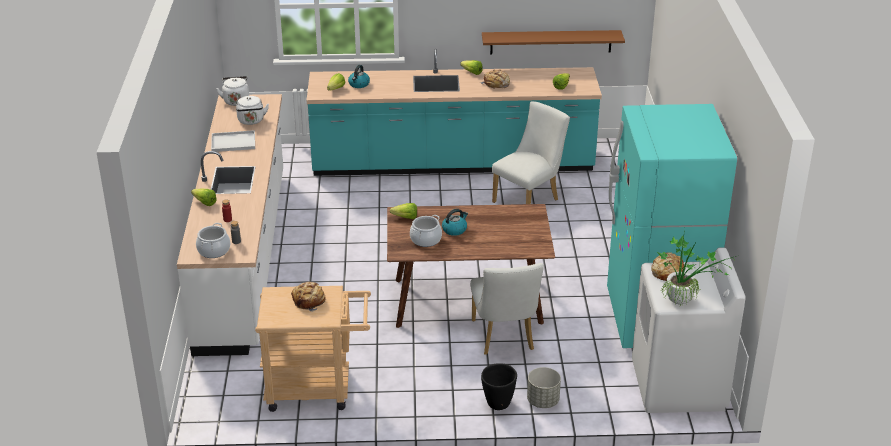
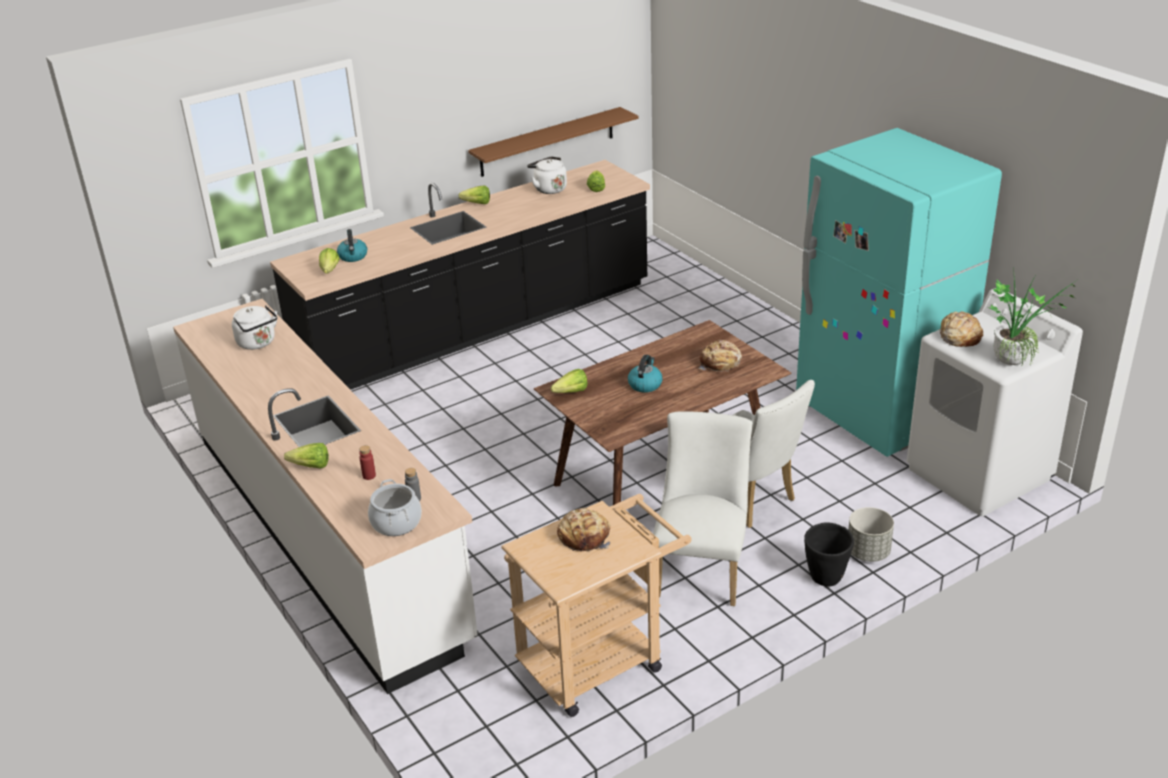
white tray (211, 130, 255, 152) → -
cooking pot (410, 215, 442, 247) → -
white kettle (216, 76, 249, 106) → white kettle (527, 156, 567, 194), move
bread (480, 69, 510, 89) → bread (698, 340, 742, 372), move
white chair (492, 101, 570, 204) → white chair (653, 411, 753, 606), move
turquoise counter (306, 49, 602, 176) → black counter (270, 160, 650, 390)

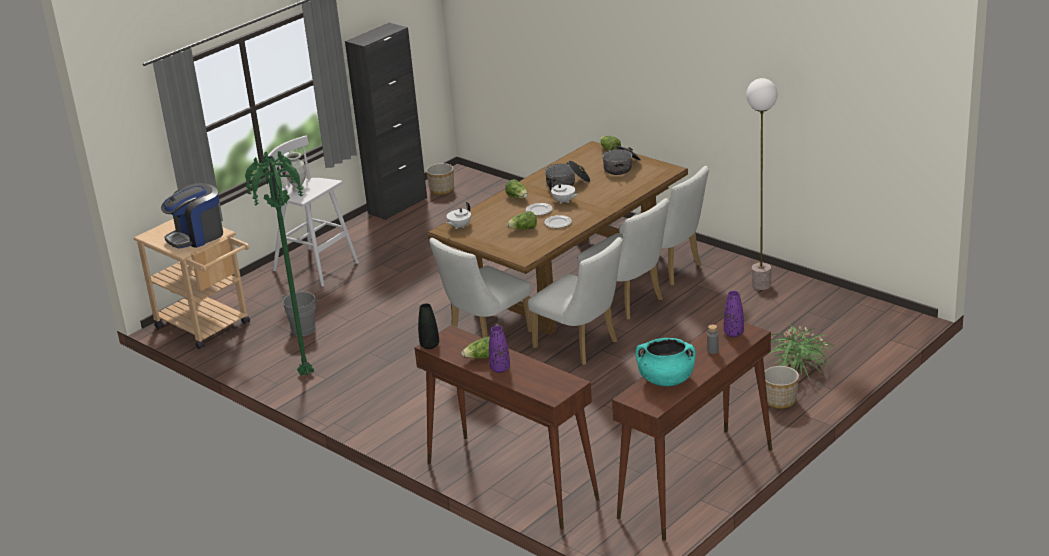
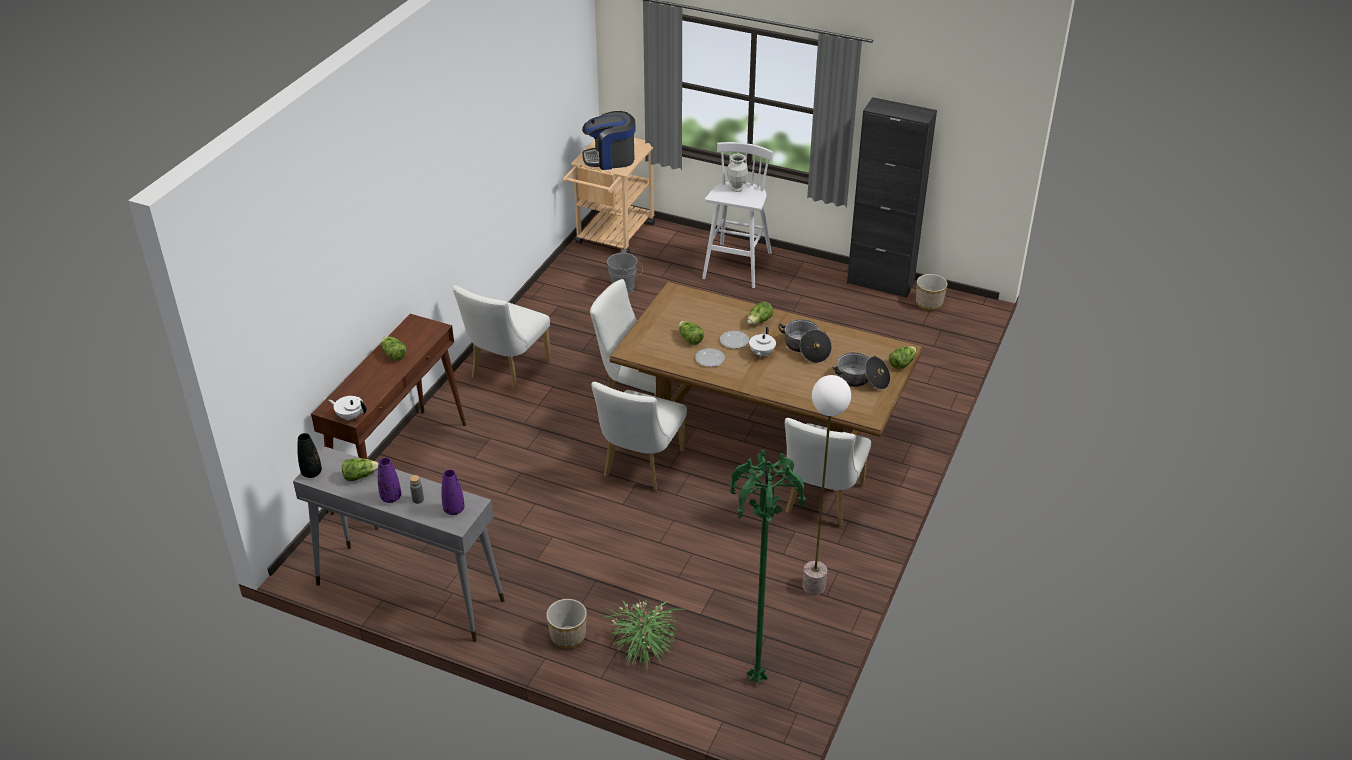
green floor lamp (245, 151, 314, 376) → green floor lamp (729, 450, 806, 685), move
black vase (418, 303, 439, 349) → black vase (297, 433, 322, 478), move
white teapot (446, 202, 471, 229) → white teapot (329, 396, 367, 421), move
purple vase (489, 326, 510, 373) → purple vase (378, 458, 401, 503), move
white chair (577, 198, 669, 320) → white chair (452, 285, 551, 392), move
turquoise cooking pot (635, 338, 696, 387) → lettuce (342, 458, 379, 481)
brown console table (612, 318, 772, 541) → grey console table (293, 447, 505, 642)
coffee machine (161, 183, 223, 249) → coffee machine (582, 111, 636, 170), 45 degrees counterclockwise

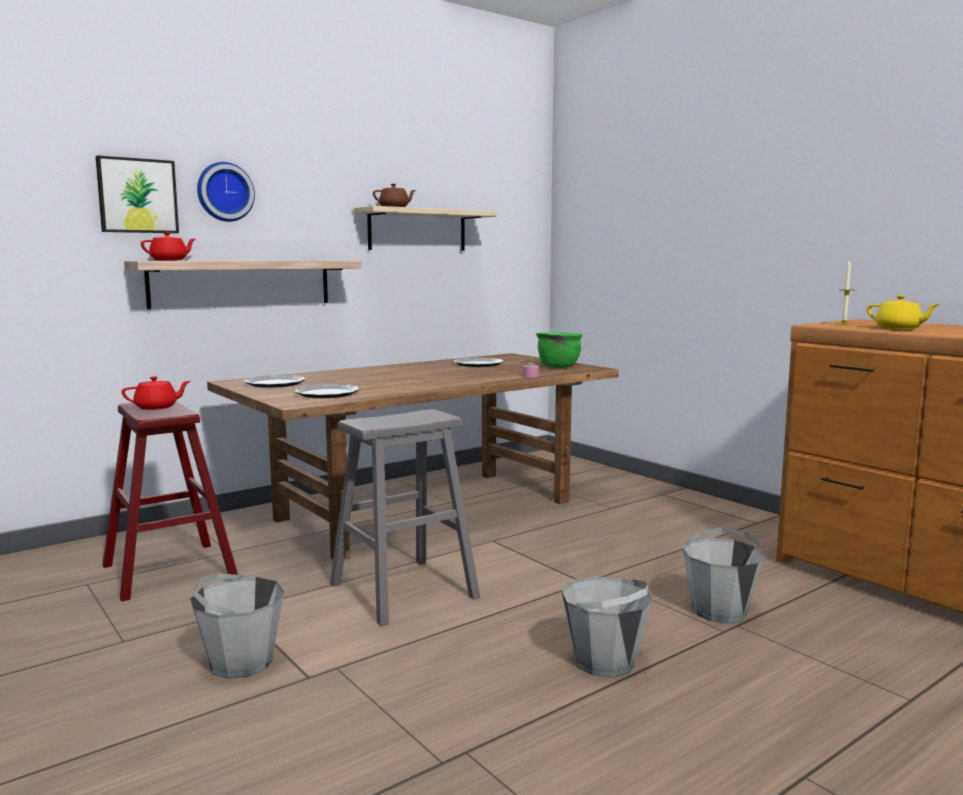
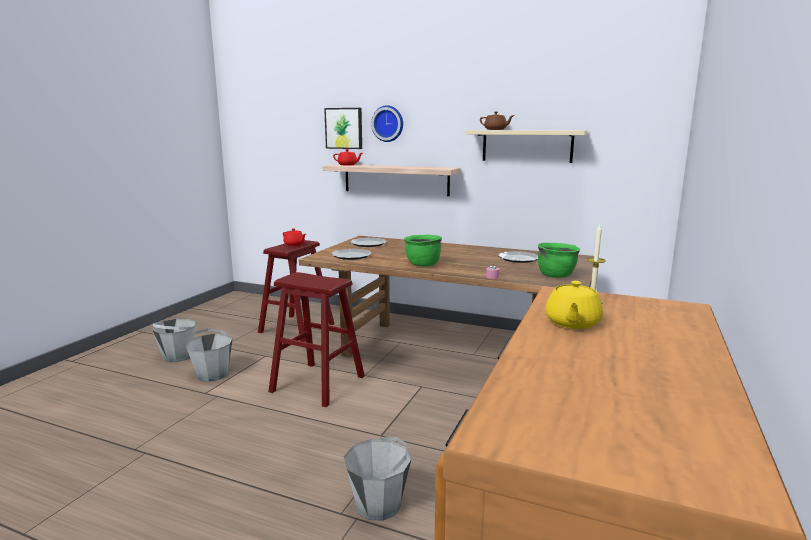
- → green cooking pot (404, 235, 442, 266)
grey bucket (561, 576, 652, 678) → grey bucket (152, 319, 195, 362), move
grey stool (330, 409, 480, 626) → red stool (268, 272, 365, 407)

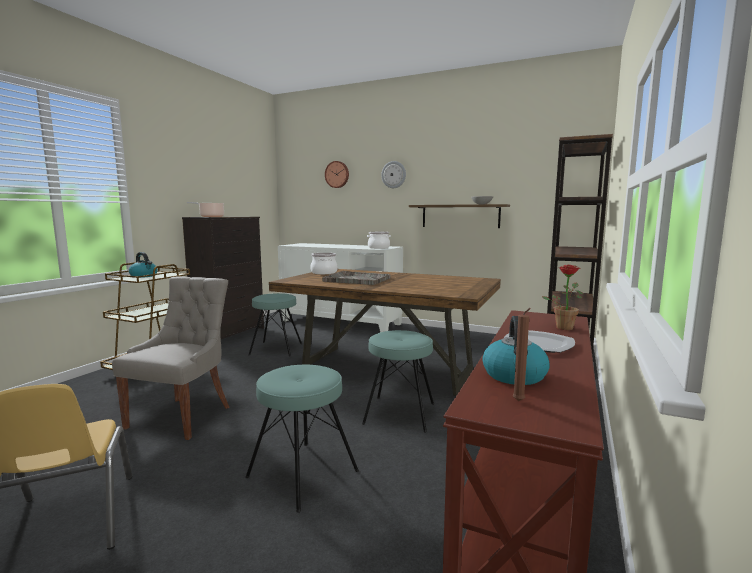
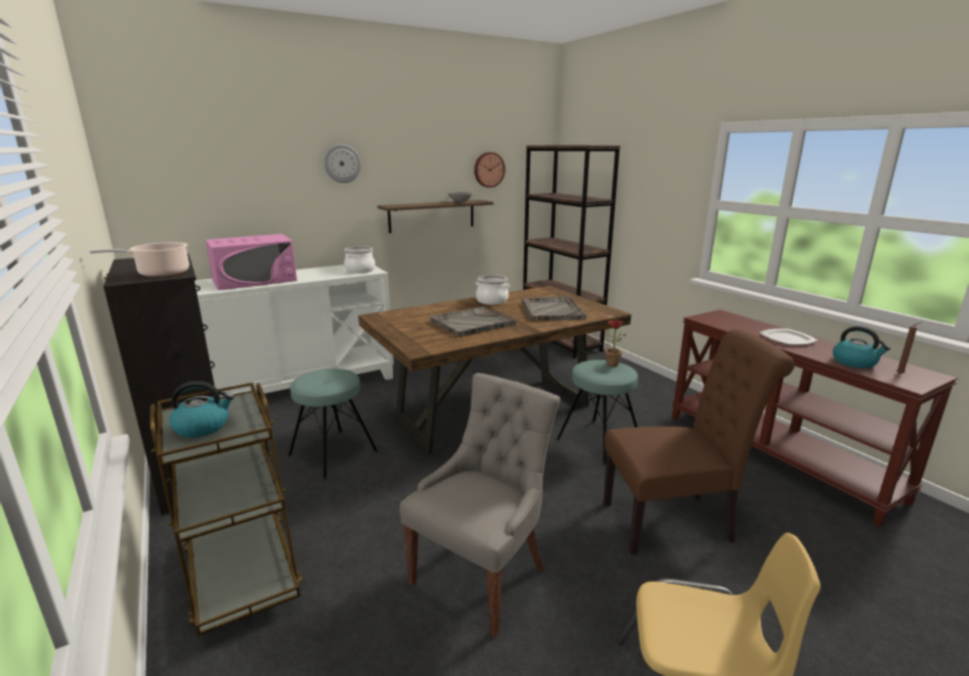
- → pink microwave (206, 234, 297, 290)
- → grey tray (521, 296, 587, 321)
cooking pot (310, 253, 338, 274) → cooking pot (475, 275, 509, 305), move
wall clock (325, 161, 349, 188) → wall clock (474, 152, 505, 188), move
potted plant (542, 265, 583, 330) → potted plant (605, 320, 626, 367), move
turquoise stool (245, 365, 359, 513) → brown chair (603, 329, 795, 555)
grey chair (112, 276, 230, 440) → grey chair (400, 373, 561, 637), 75 degrees clockwise

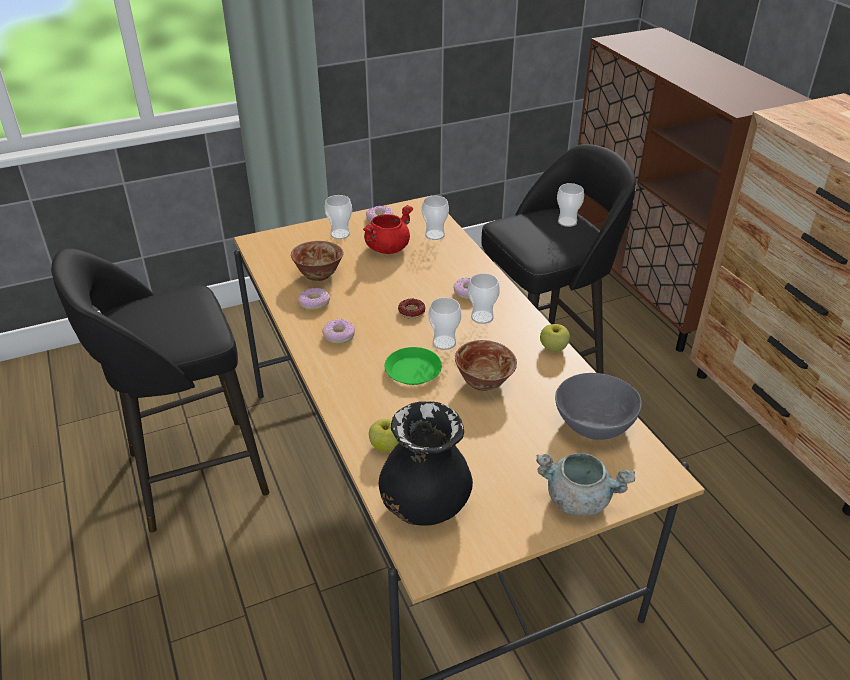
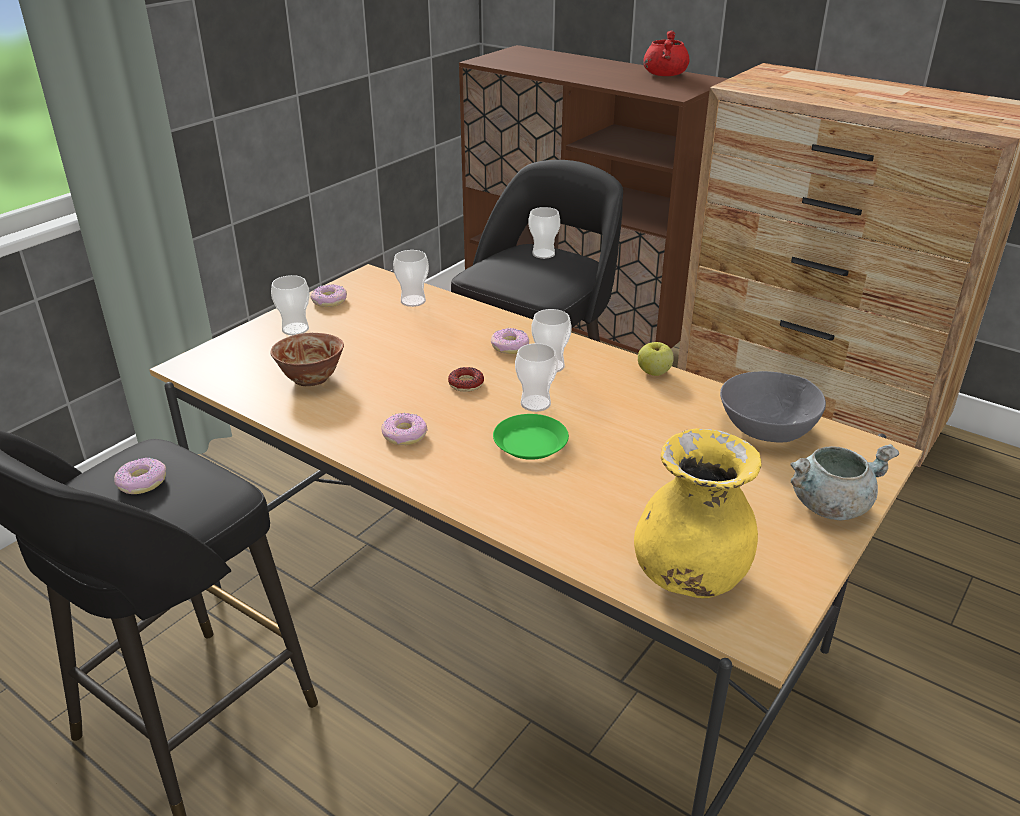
apple (369, 419, 399, 452) → -
bowl (455, 340, 517, 391) → -
donut (298, 288, 330, 310) → donut (114, 457, 166, 494), move
red cooking pot (363, 205, 413, 254) → red cooking pot (643, 30, 689, 76), move
black vase (379, 401, 473, 526) → yellow vase (634, 428, 761, 598)

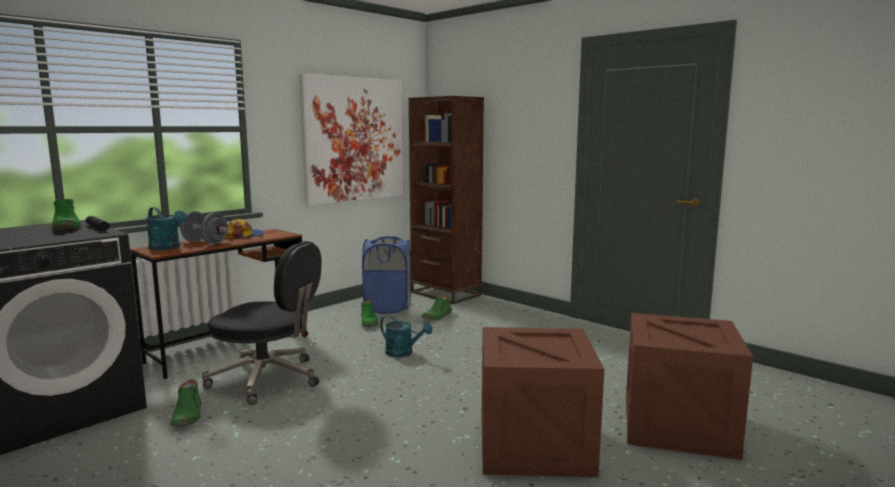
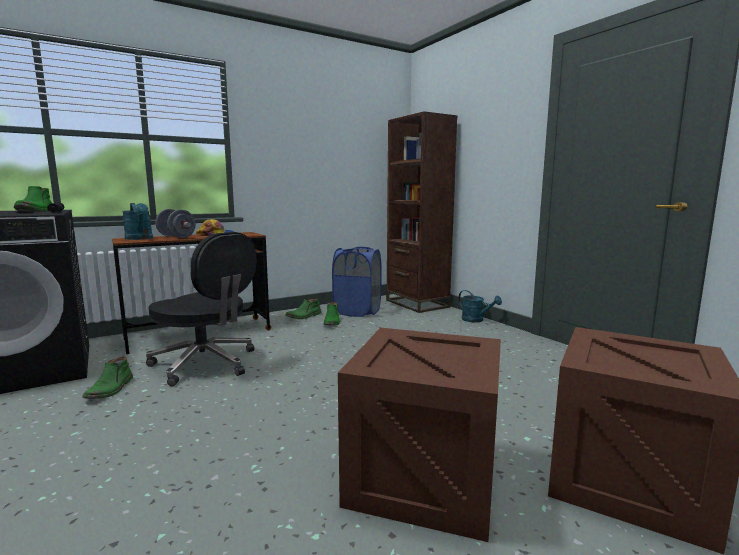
picture (299, 73, 403, 205) → -
turquoise watering can (380, 315, 433, 357) → turquoise watering can (458, 290, 502, 322), move
green boot (421, 295, 452, 320) → green boot (285, 298, 322, 319), move

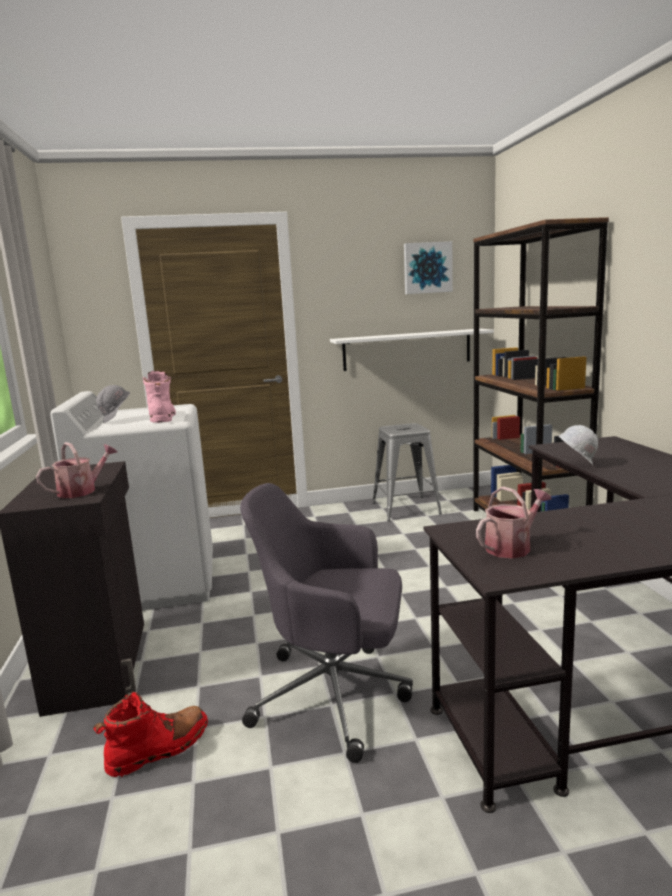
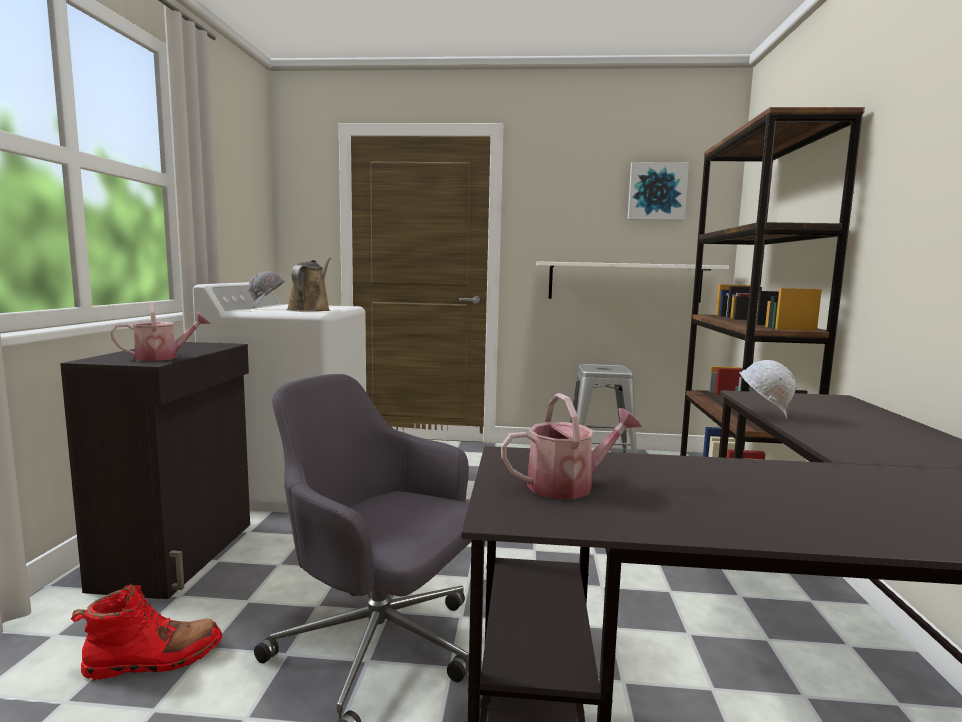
pink boot (142, 371, 176, 423) → brown watering can (286, 257, 331, 312)

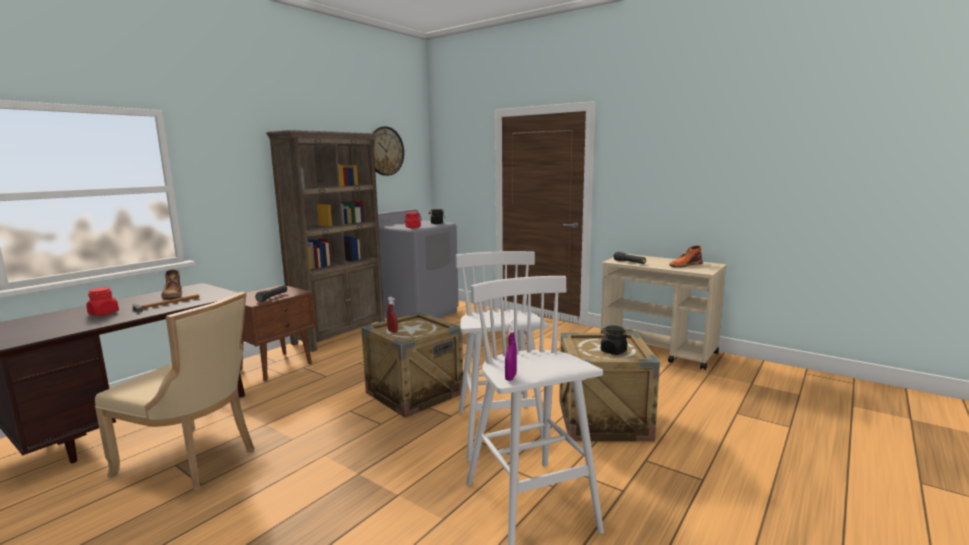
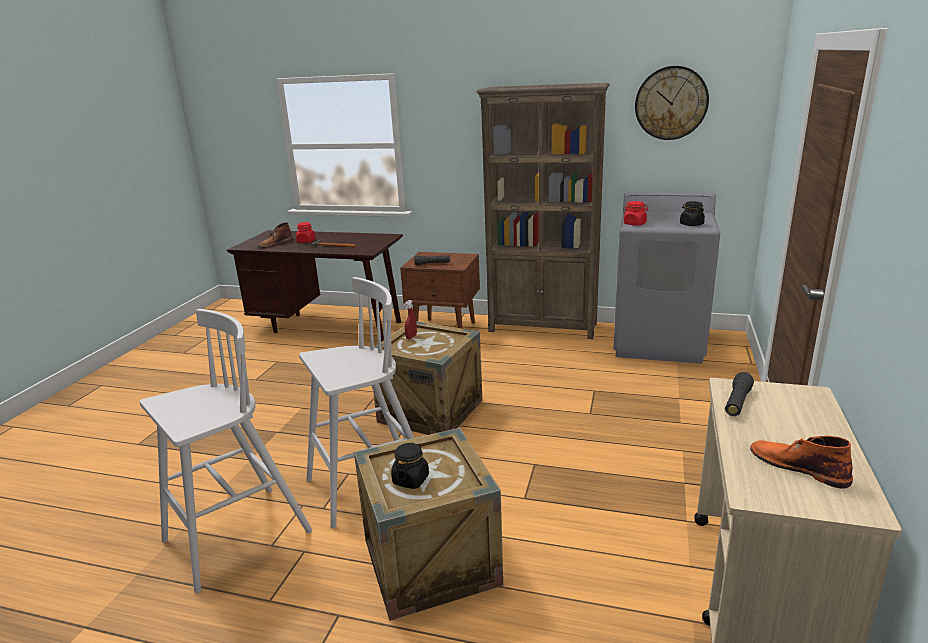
beige chair (95, 292, 254, 491) → -
purple spray bottle (505, 320, 517, 381) → -
brown boot (161, 270, 182, 300) → brown boot (258, 222, 293, 248), move

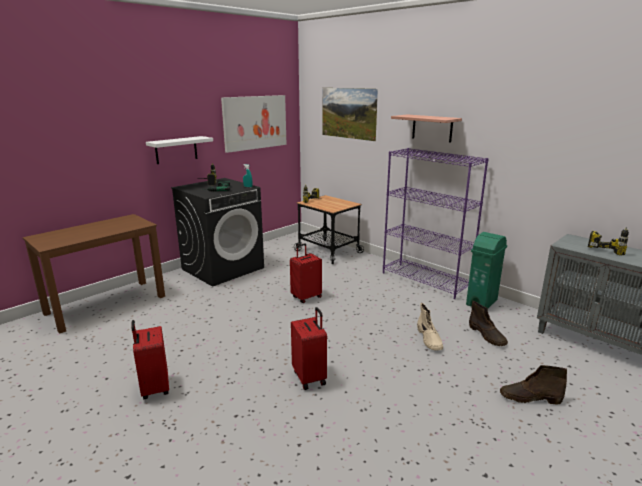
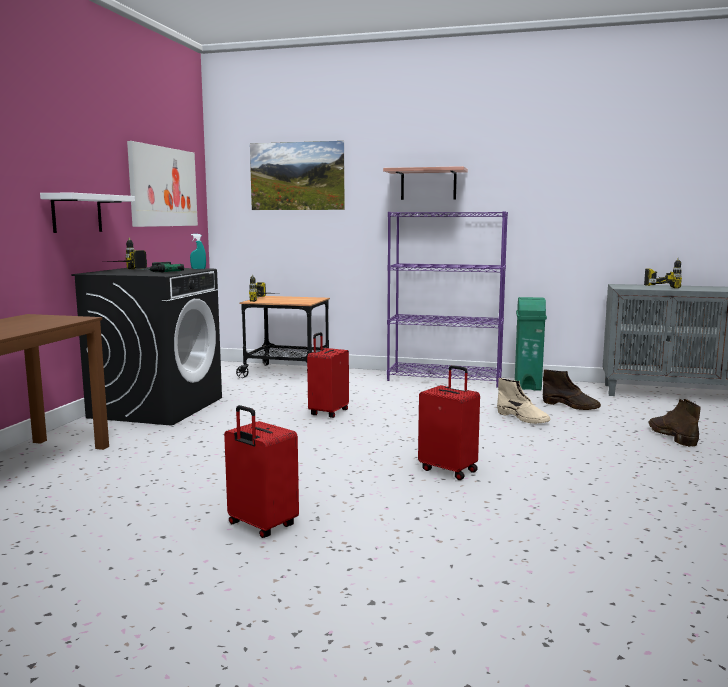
brown boot (500, 365, 567, 404) → brown boot (649, 399, 701, 447), 105 degrees clockwise

